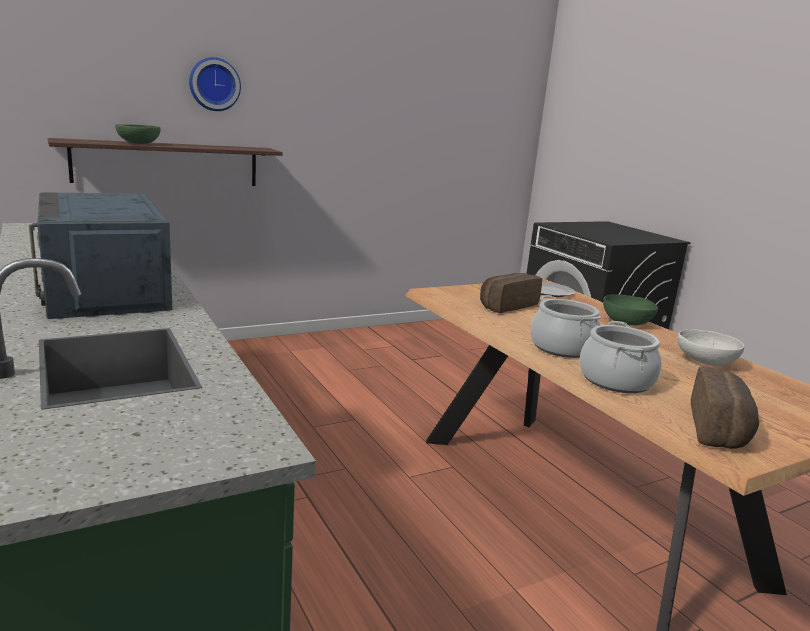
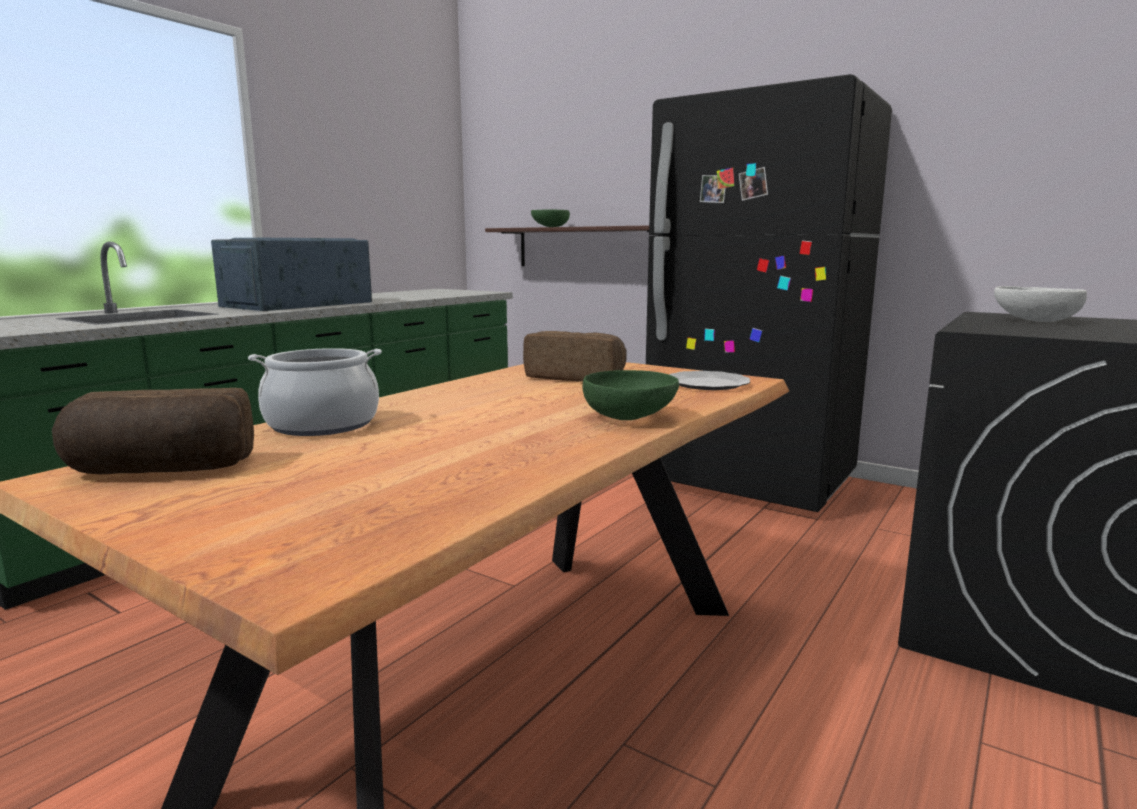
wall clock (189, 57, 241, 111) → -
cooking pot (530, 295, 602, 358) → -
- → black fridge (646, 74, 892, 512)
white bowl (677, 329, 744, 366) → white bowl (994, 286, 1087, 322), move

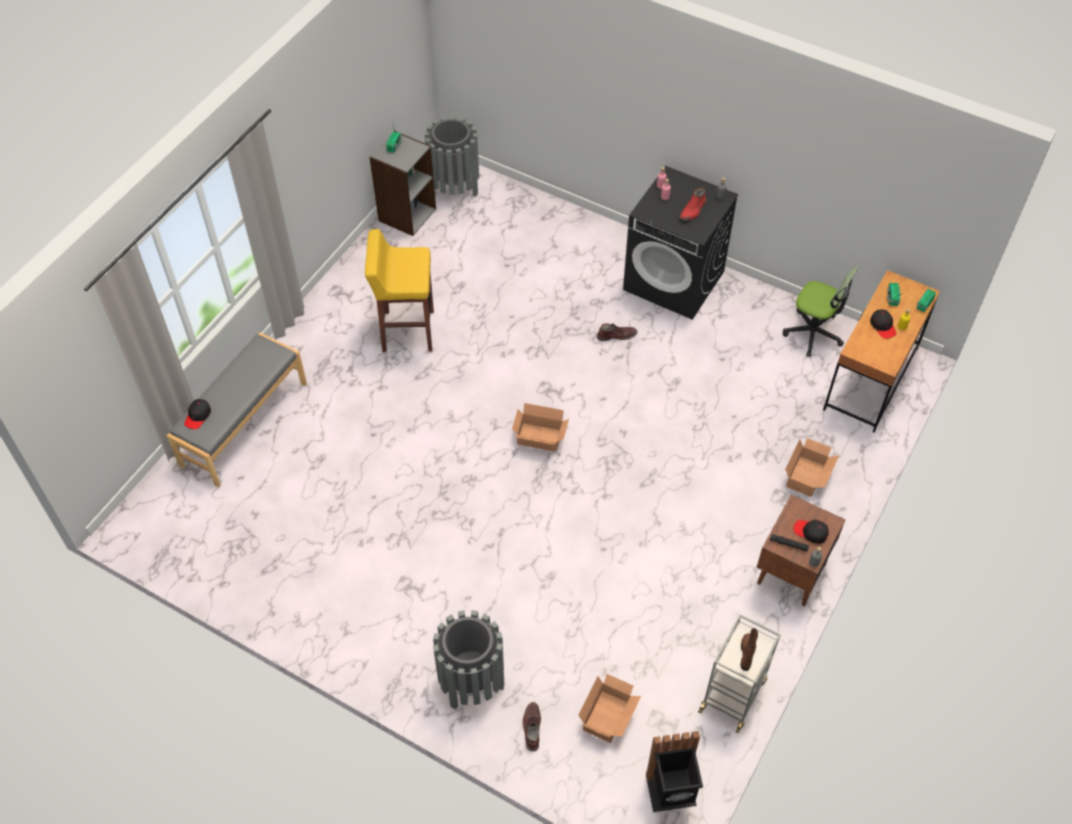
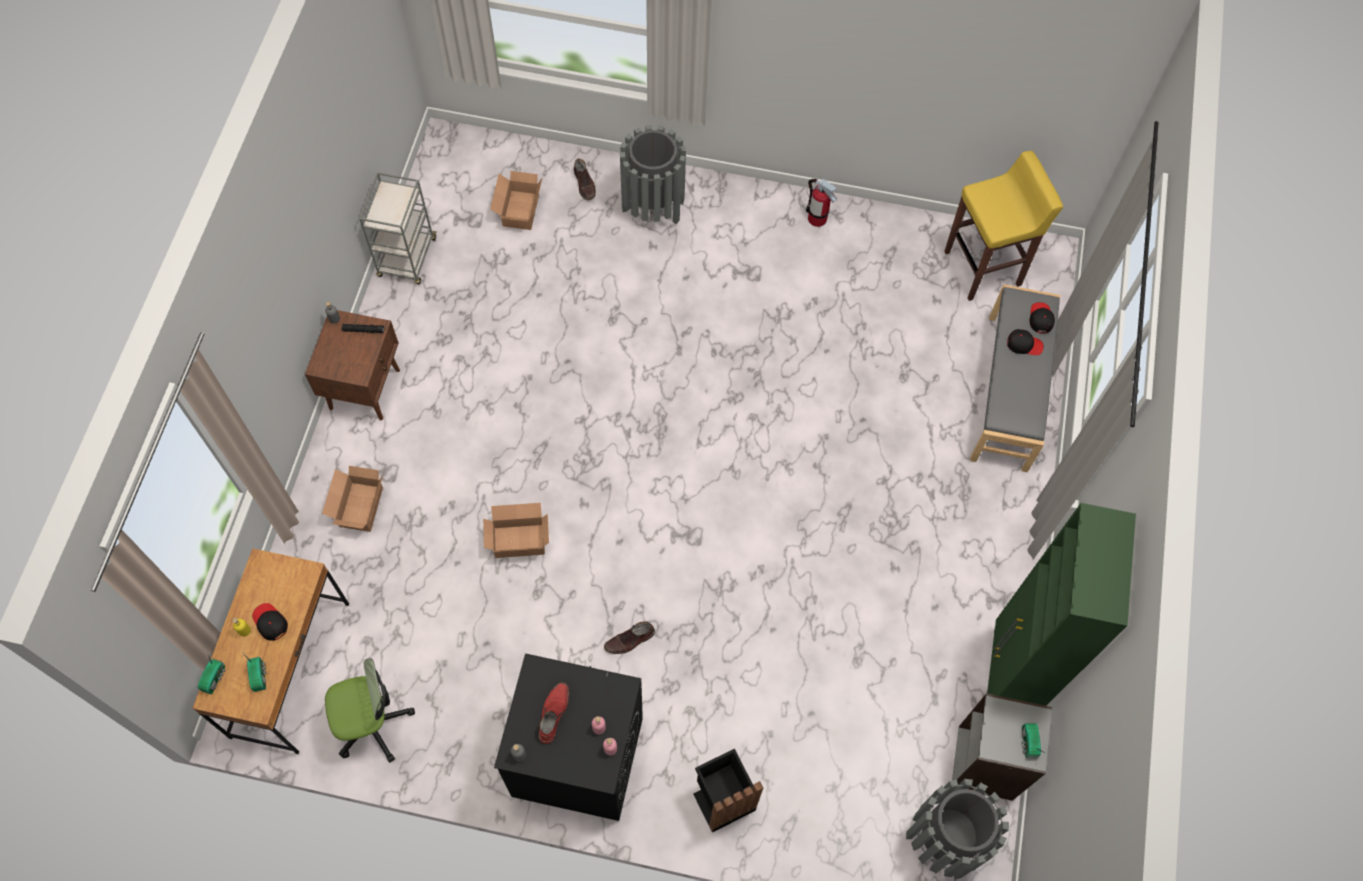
brown boot (740, 628, 758, 671) → -
- → fire extinguisher (806, 179, 837, 227)
- → green cabinet (987, 503, 1136, 706)
yellow stool (365, 229, 434, 352) → yellow stool (944, 151, 1063, 301), move
cardboard box (512, 403, 569, 452) → cardboard box (483, 503, 549, 558), move
black trash can (646, 731, 703, 812) → black trash can (693, 749, 763, 833), move
black cap (793, 520, 829, 544) → black cap (1007, 329, 1044, 355), move
office chair (783, 267, 858, 357) → office chair (325, 658, 415, 762), 150 degrees clockwise

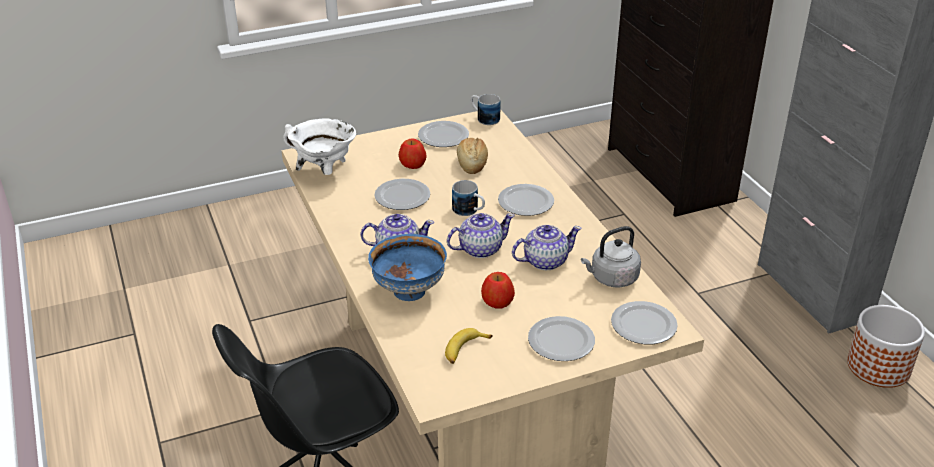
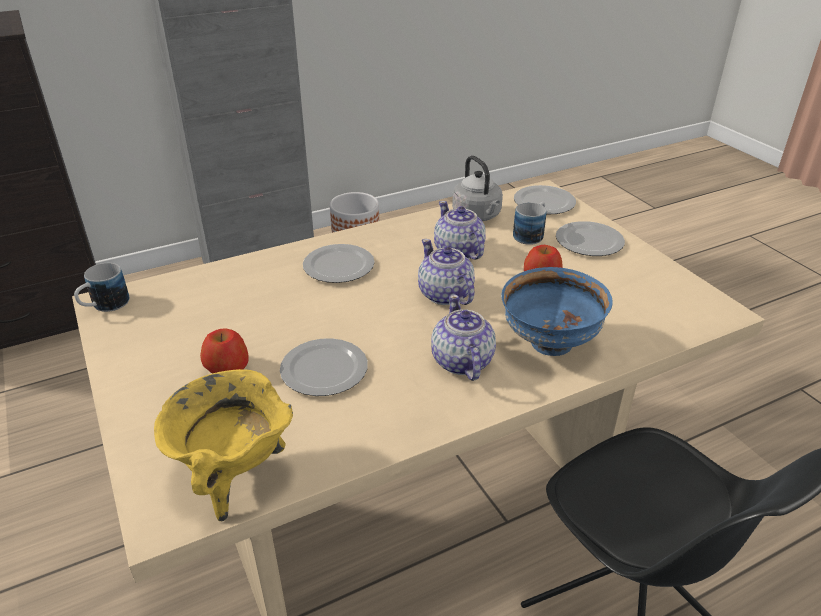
plate (418, 121, 469, 147) → -
banana (445, 328, 492, 364) → -
bread (457, 138, 488, 174) → -
mug (452, 180, 485, 216) → mug (513, 202, 546, 245), move
white cooking pot (283, 118, 356, 175) → yellow cooking pot (154, 369, 293, 521)

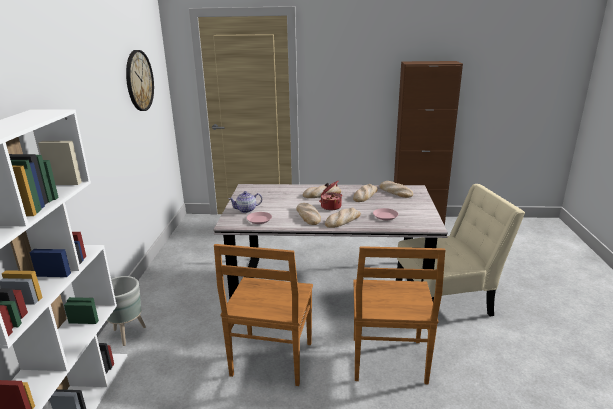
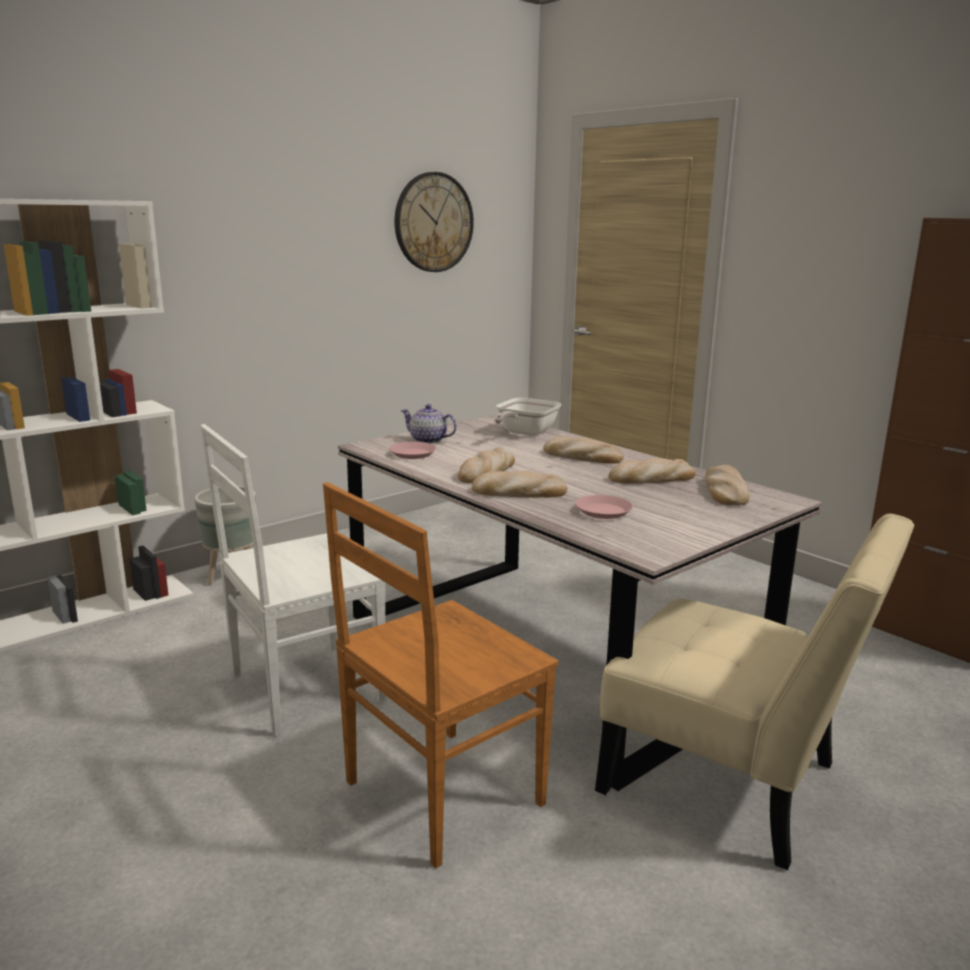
cooking pot (319, 181, 342, 210) → -
- → frying pan (494, 398, 561, 436)
brown chair (214, 244, 313, 386) → white chair (200, 424, 386, 737)

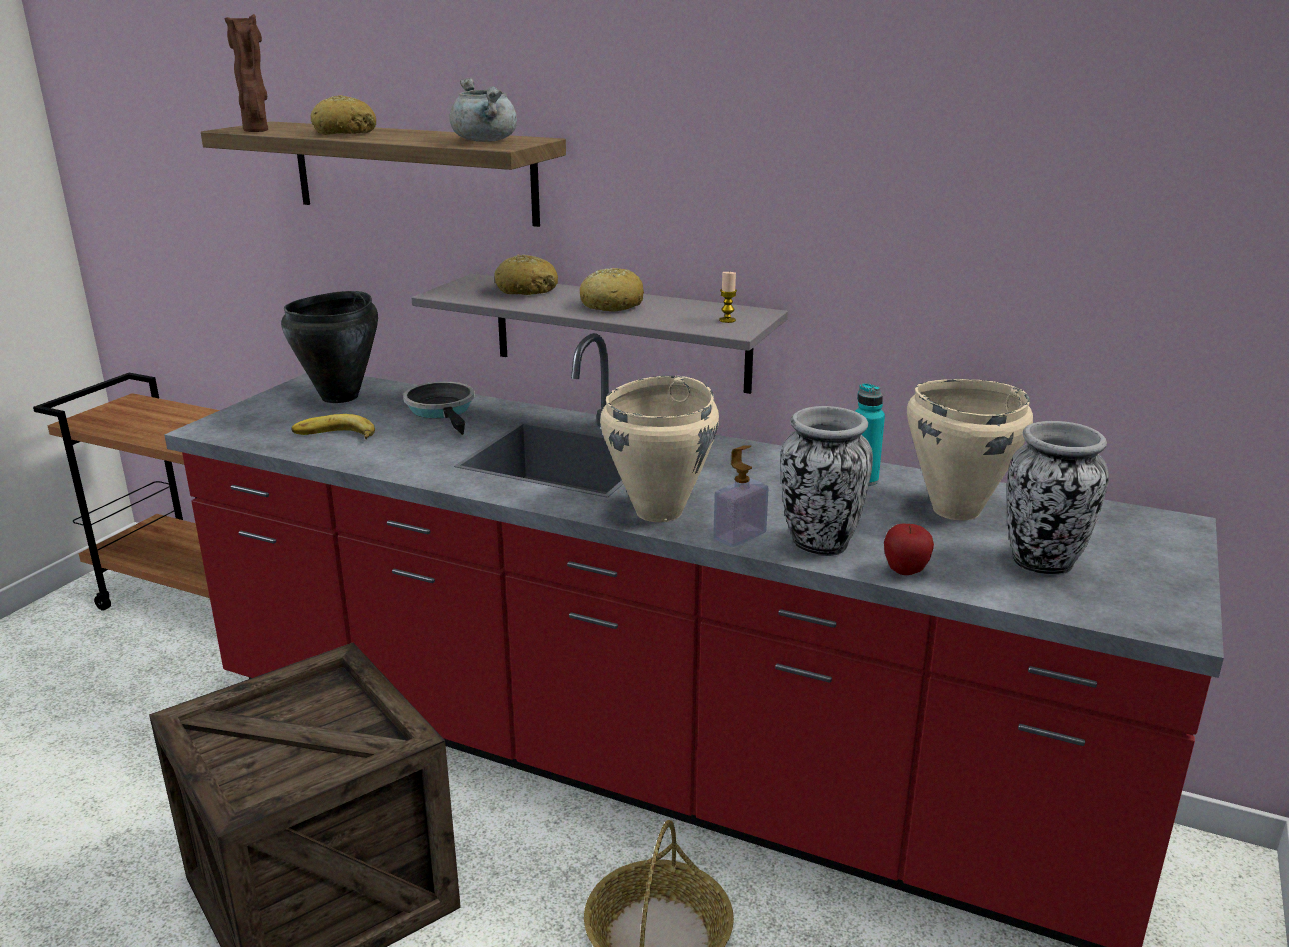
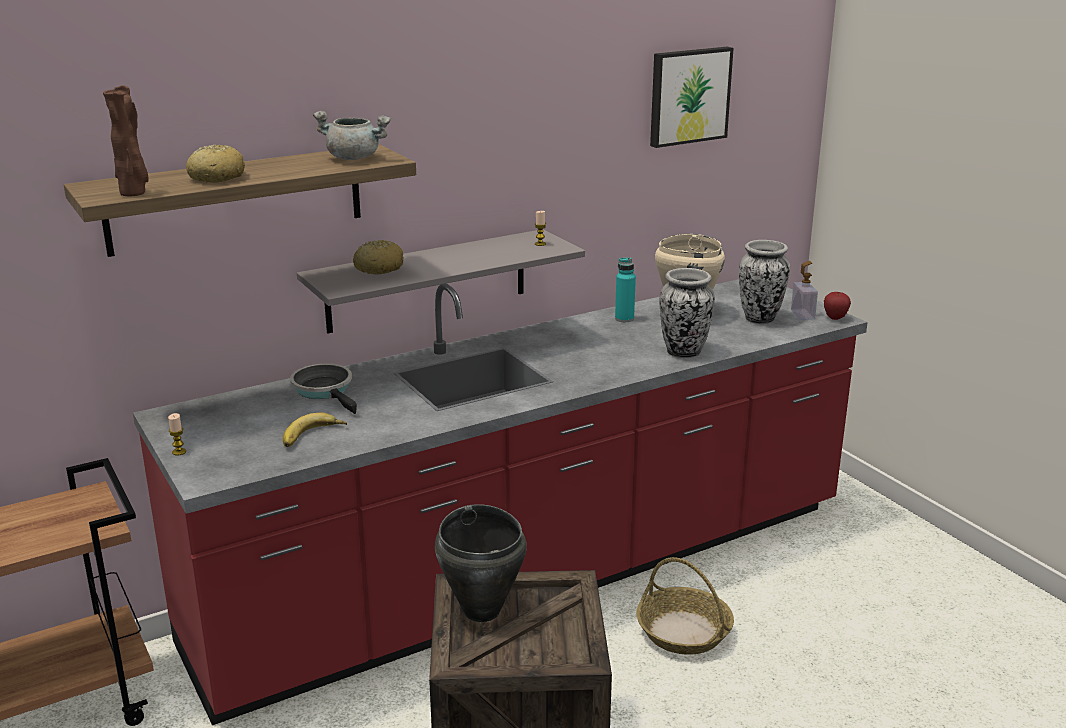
bread (580, 268, 644, 312) → -
beige cooking pot (600, 375, 719, 522) → -
- → candle (168, 413, 186, 455)
- → picture (650, 47, 734, 148)
black cooking pot (281, 291, 378, 403) → black cooking pot (435, 504, 527, 622), move
soap dispenser (713, 445, 769, 547) → soap dispenser (791, 261, 818, 320), move
apple (884, 524, 934, 575) → apple (824, 292, 851, 320), move
frying pan (403, 382, 475, 435) → frying pan (290, 363, 357, 414), 45 degrees clockwise

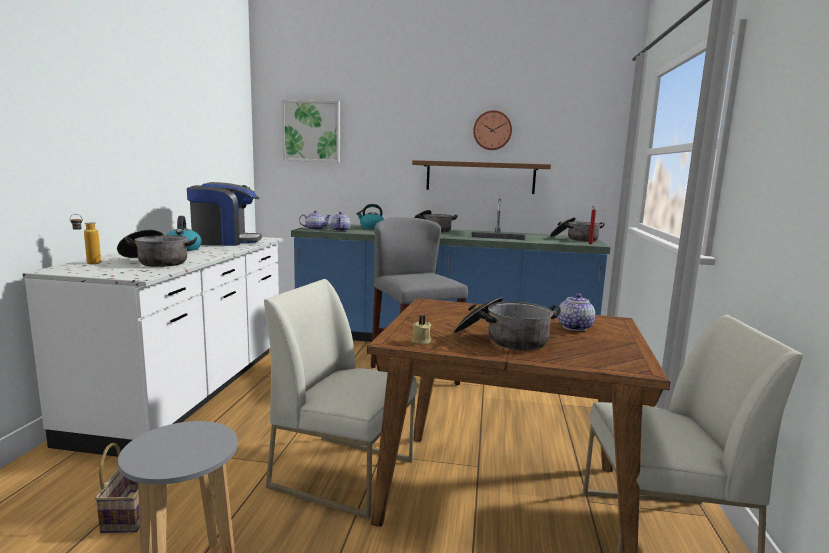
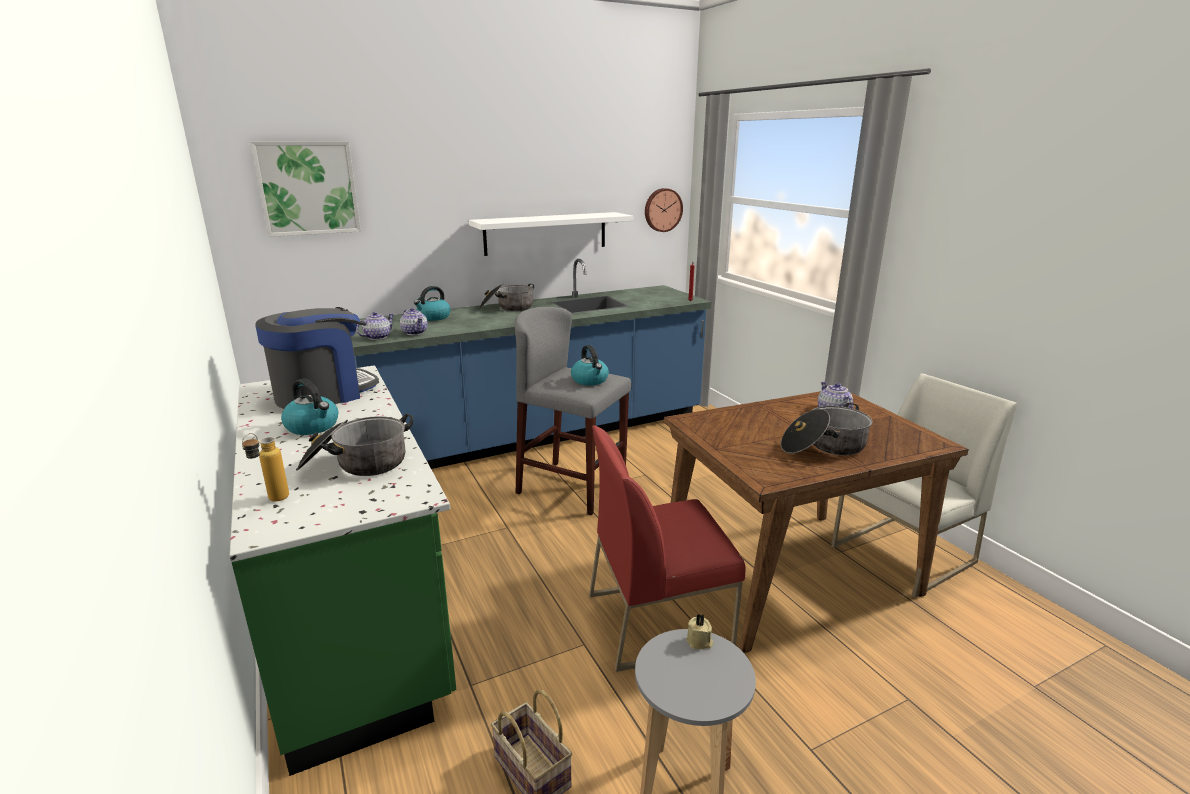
cooking pot (550, 217, 605, 242) → -
- → kettle (571, 345, 609, 386)
beige candle (411, 315, 431, 345) → beige candle (686, 614, 713, 649), move
wall clock (473, 110, 512, 150) → wall clock (645, 188, 683, 232), move
white counter (22, 237, 283, 457) → green counter (230, 365, 456, 776)
white chair (264, 279, 417, 519) → red chair (589, 426, 746, 672)
brown shelf (412, 160, 551, 194) → white shelf (469, 212, 633, 256)

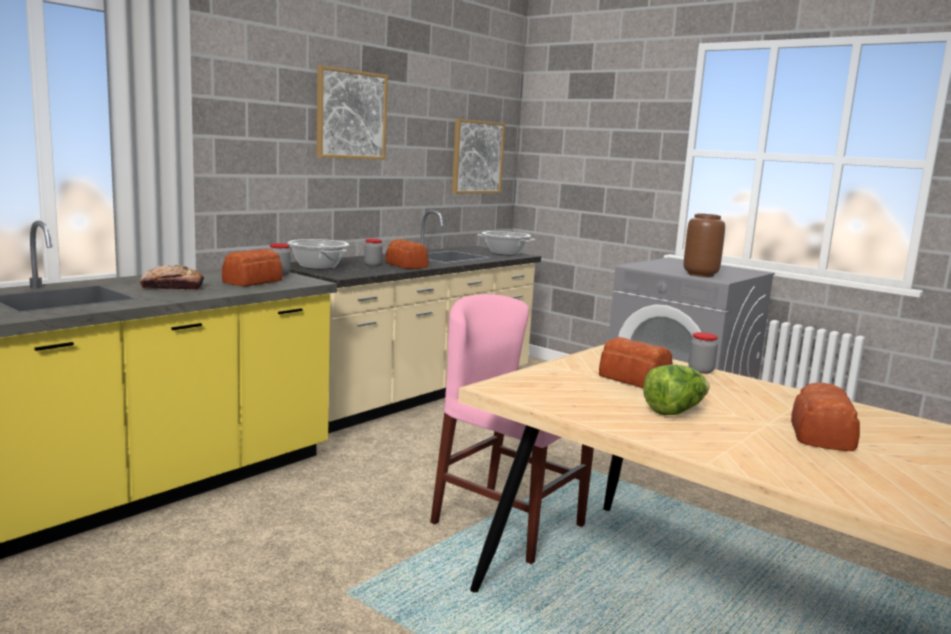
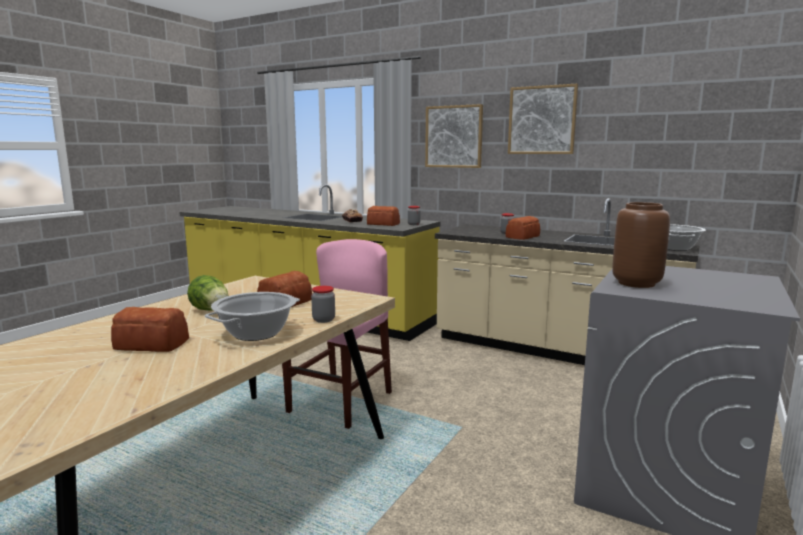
cooking pot (287, 239, 349, 269) → cooking pot (205, 292, 300, 341), move
picture (452, 119, 505, 194) → picture (425, 104, 483, 168), move

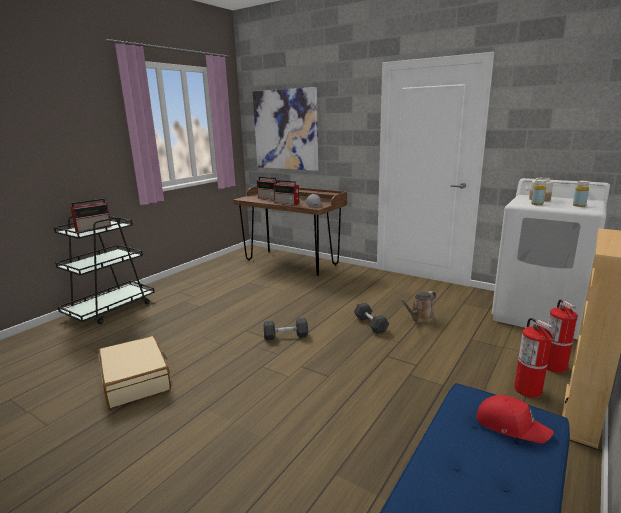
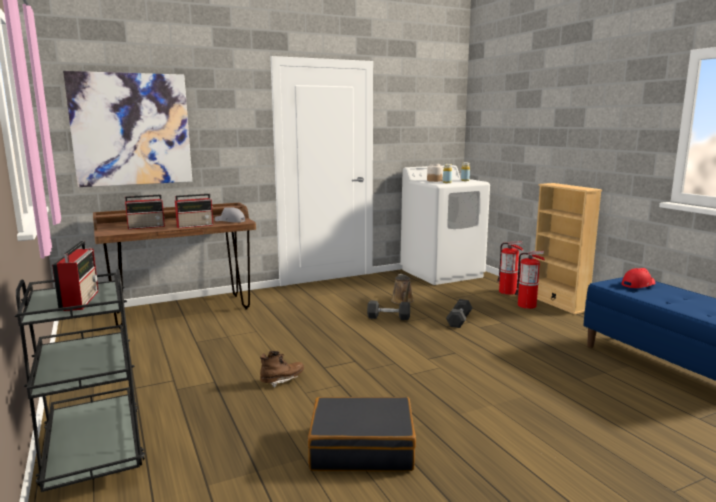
- → brown boot (260, 351, 304, 388)
grey dumbbell (263, 318, 308, 341) → grey dumbbell (446, 299, 472, 328), move
beige suitcase (98, 336, 171, 408) → black suitcase (308, 397, 416, 471)

